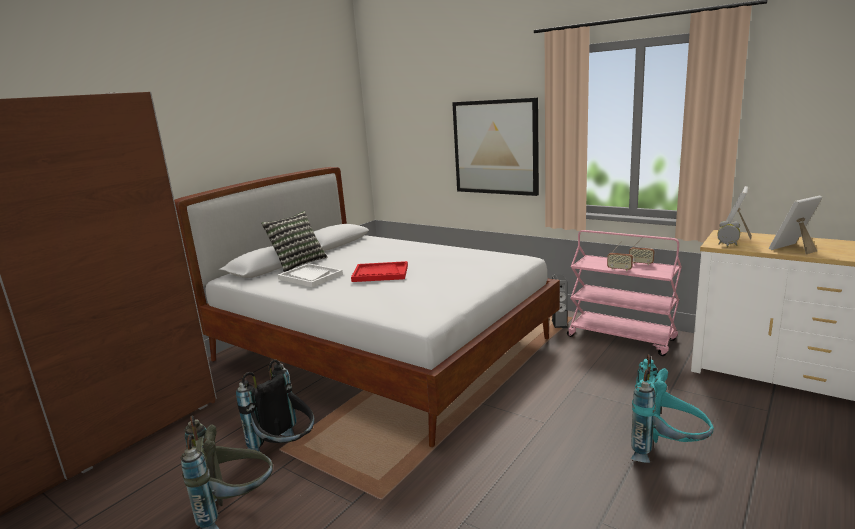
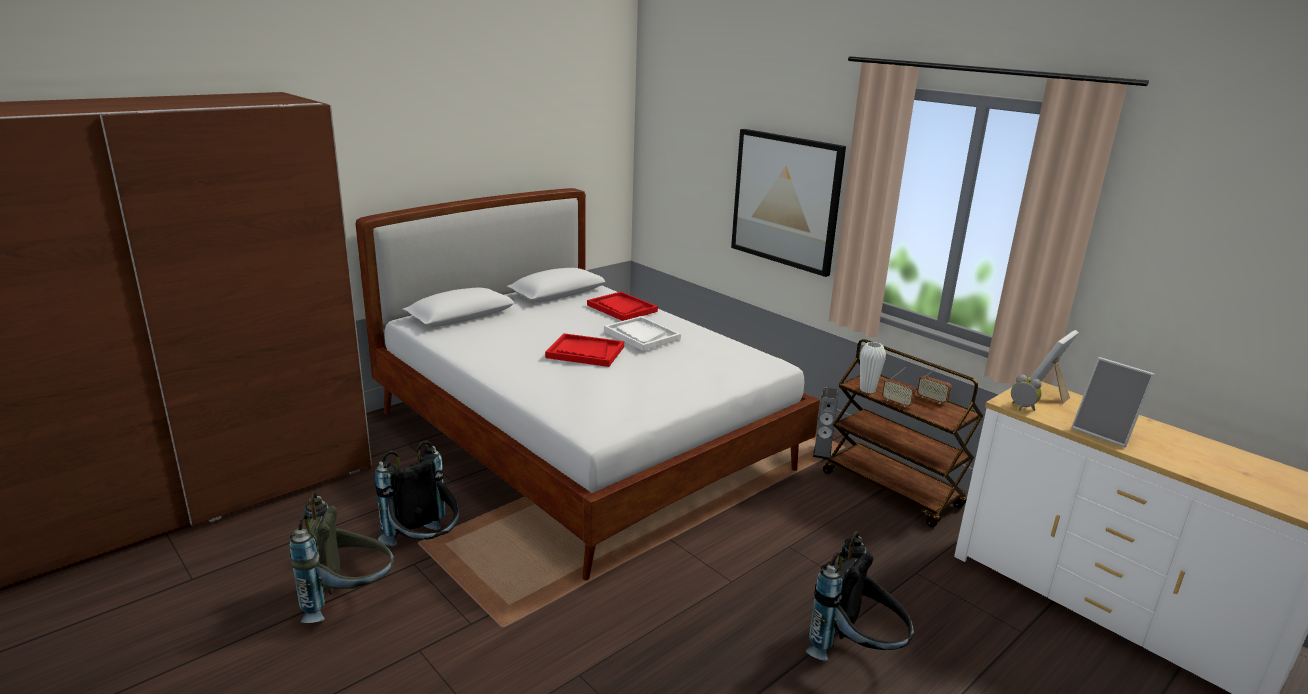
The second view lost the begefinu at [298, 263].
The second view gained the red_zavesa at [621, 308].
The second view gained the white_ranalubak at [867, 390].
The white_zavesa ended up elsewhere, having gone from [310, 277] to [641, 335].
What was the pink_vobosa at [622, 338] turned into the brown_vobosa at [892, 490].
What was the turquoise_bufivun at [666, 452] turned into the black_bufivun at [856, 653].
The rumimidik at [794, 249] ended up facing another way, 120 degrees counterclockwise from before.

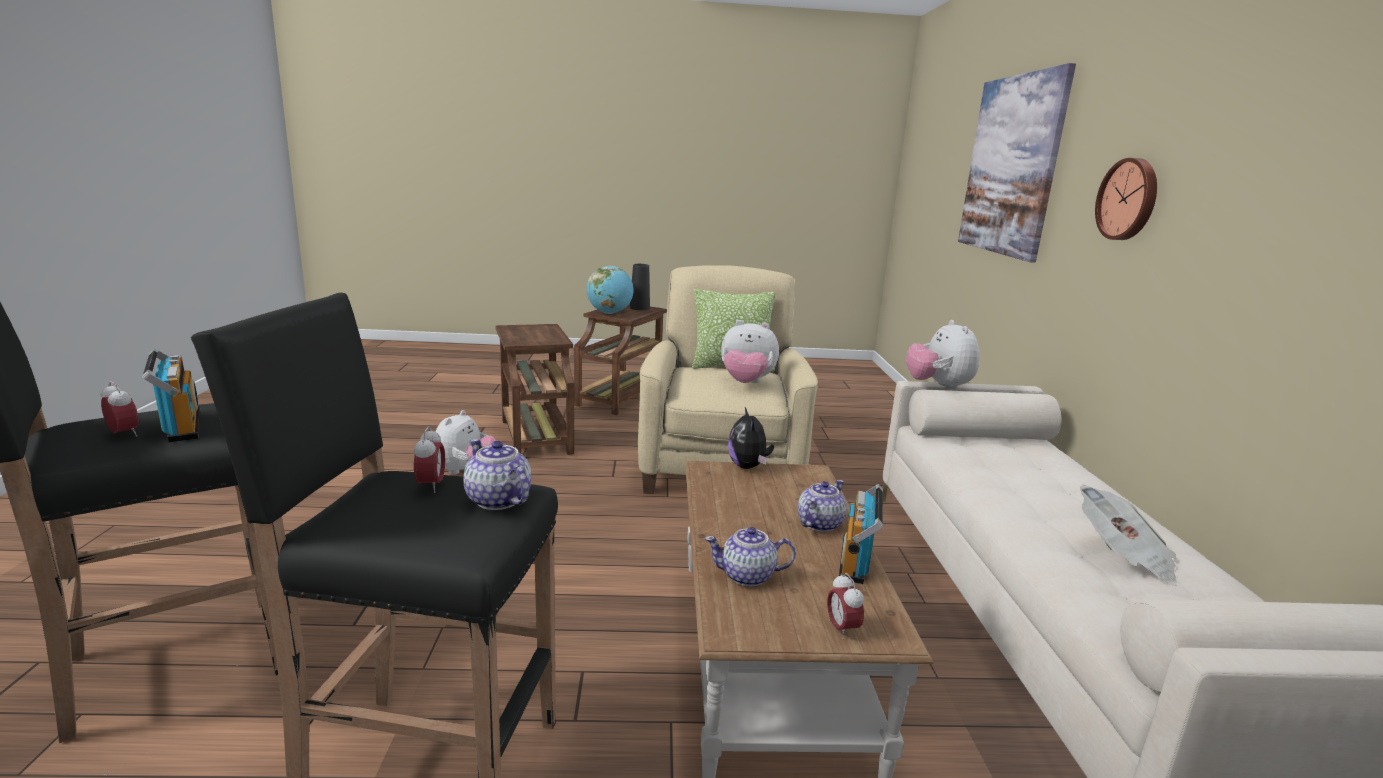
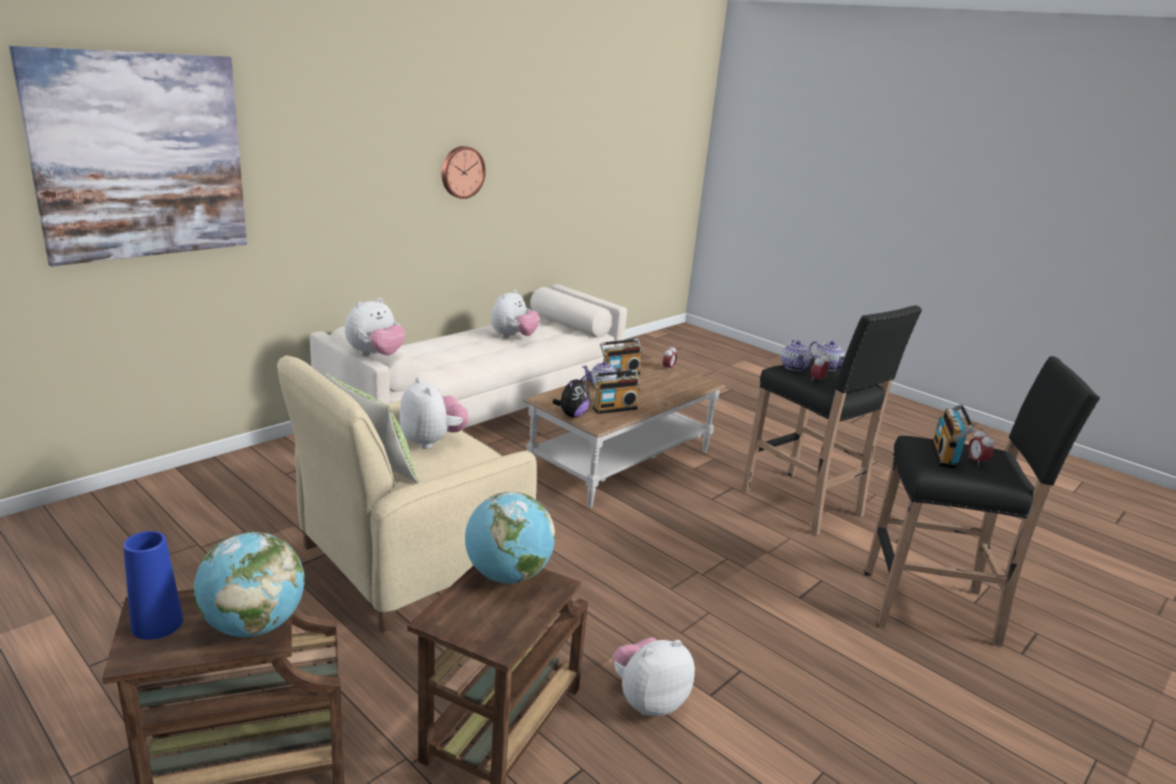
The second view gained the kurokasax at [507, 575].
The second view gained the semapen at [614, 408].
The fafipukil ended up elsewhere, having gone from [748, 576] to [827, 367].
The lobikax ended up elsewhere, having gone from [1129, 199] to [461, 172].
Where the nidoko stood at [1123, 558], the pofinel came to stand at [513, 337].
What was the black_ranalubak at [639, 308] turned into the blue_ranalubak at [157, 624].

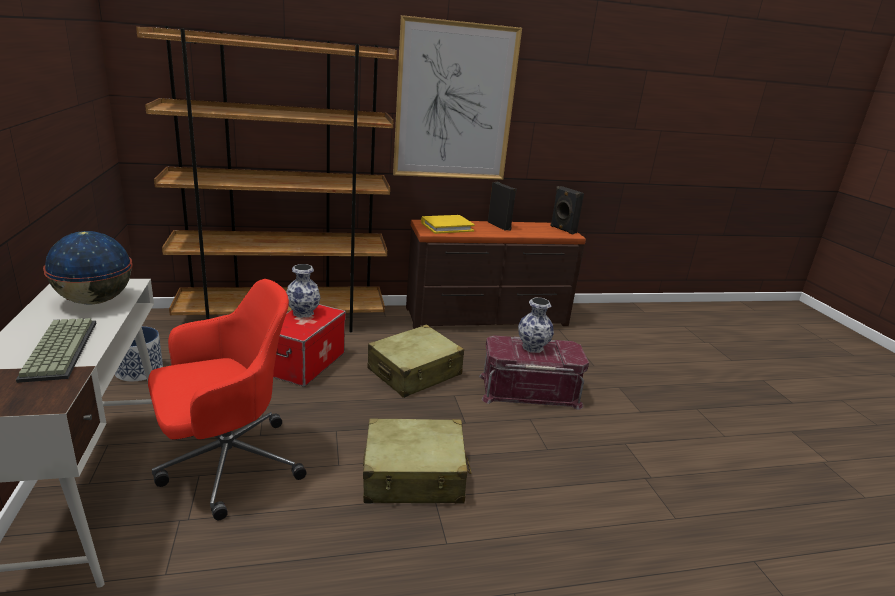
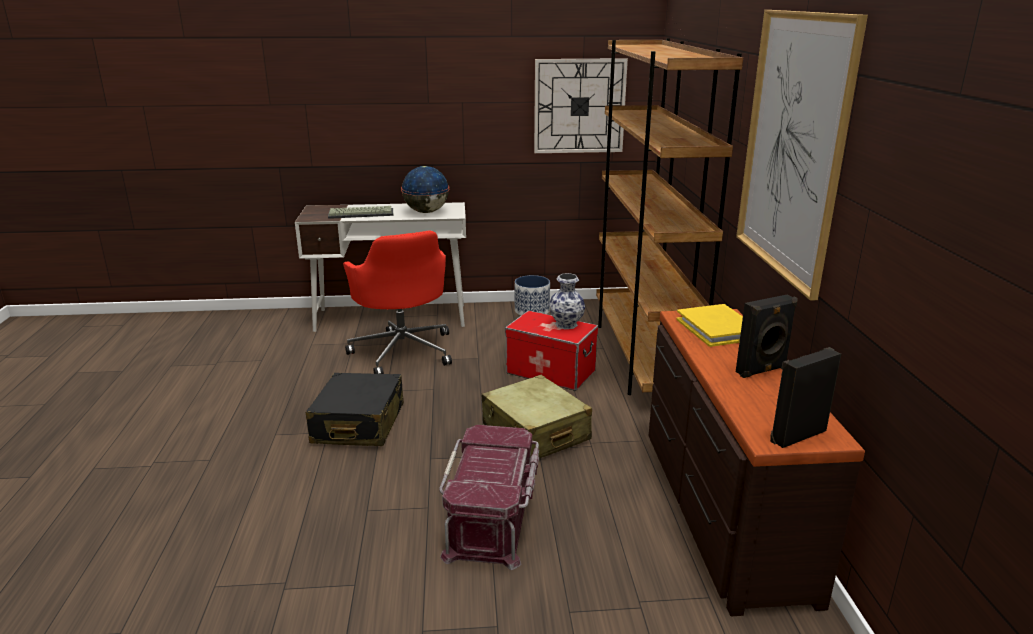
The second view lost the ranalubak at [533, 347].
The second view gained the lobikax at [579, 106].
What was the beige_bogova at [414, 476] turned into the black_bogova at [358, 424].

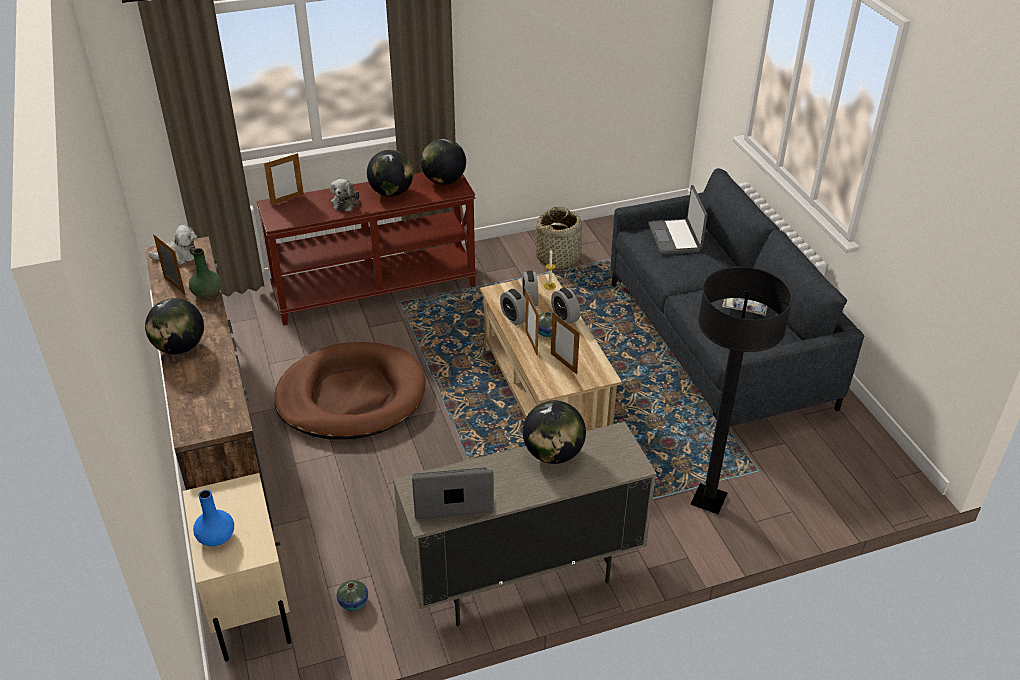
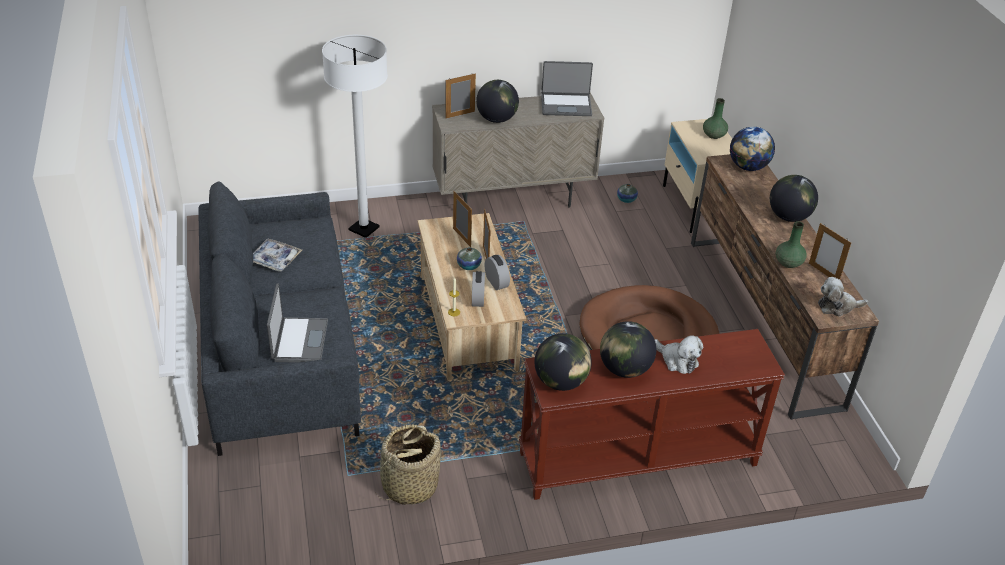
The second view lost the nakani at [565, 317].
The second view gained the kurokasax at [748, 167].
The rumimidik ended up elsewhere, having gone from [287, 200] to [460, 115].
What was the blue_ranalubak at [216, 537] turned into the green_ranalubak at [713, 135].
What was the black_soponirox at [708, 500] turned into the white_soponirox at [364, 229].
The pofinel at [346, 202] ended up facing another way, 120 degrees clockwise from before.

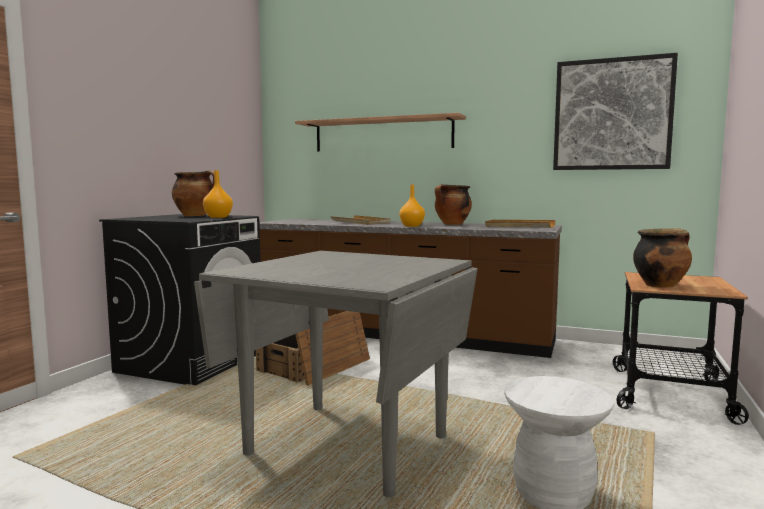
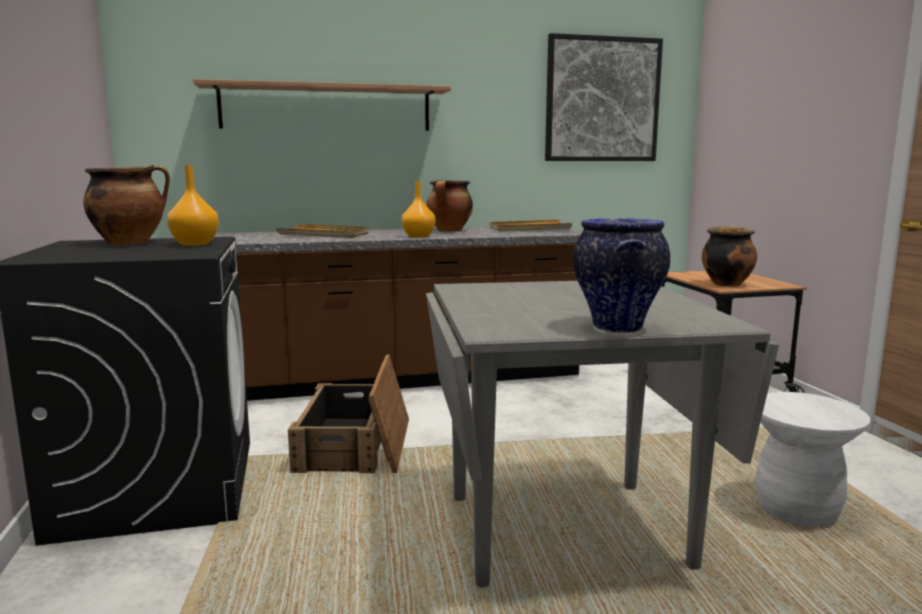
The second view gained the ranalubak at [616, 327].

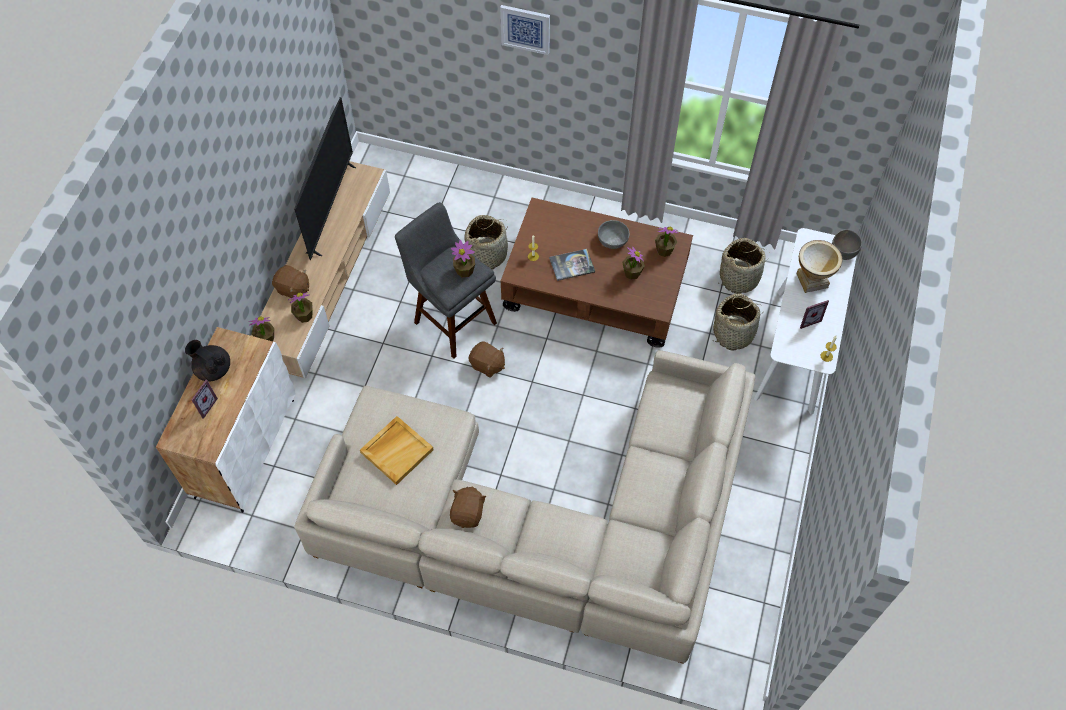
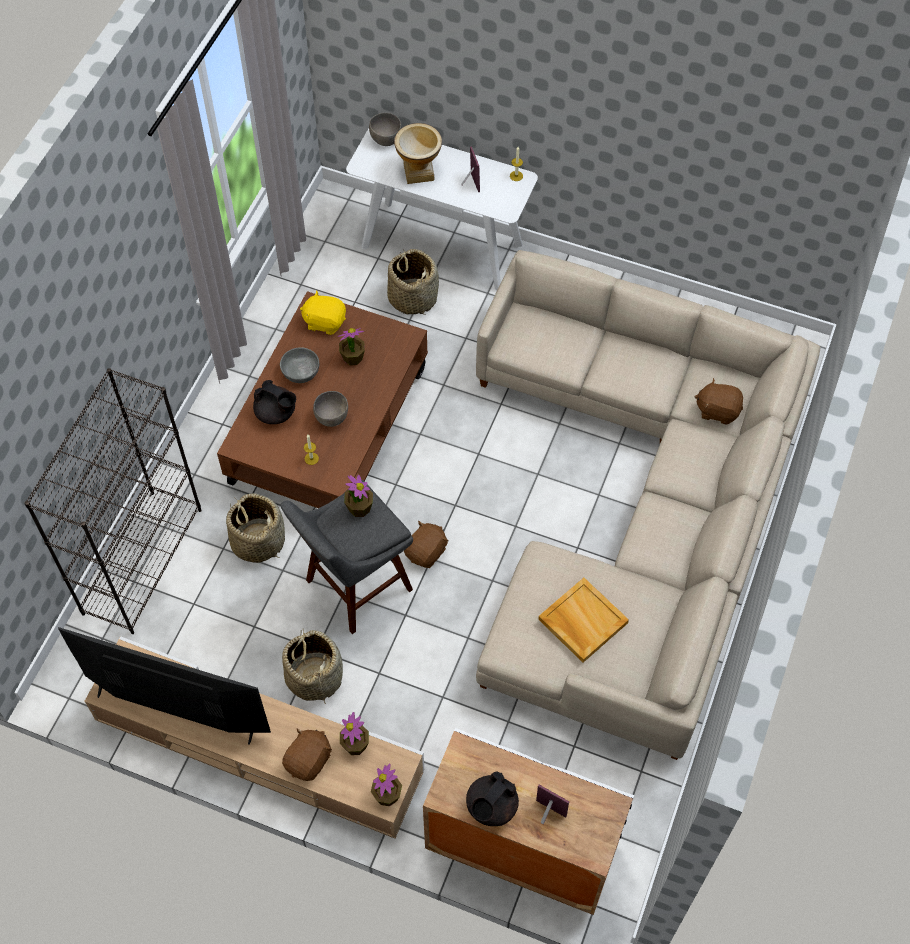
The second view lost the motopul at [525, 29].
The second view gained the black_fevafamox at [142, 560].
The second view gained the black_fafipukil at [276, 413].
The brown_pofinel ended up elsewhere, having gone from [468, 513] to [717, 410].
The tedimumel ended up elsewhere, having gone from [739, 278] to [314, 676].
Where the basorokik stood at [572, 265], the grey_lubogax came to stand at [331, 418].
Where the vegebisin stood at [664, 250], the yellow_pofinel came to stand at [325, 322].

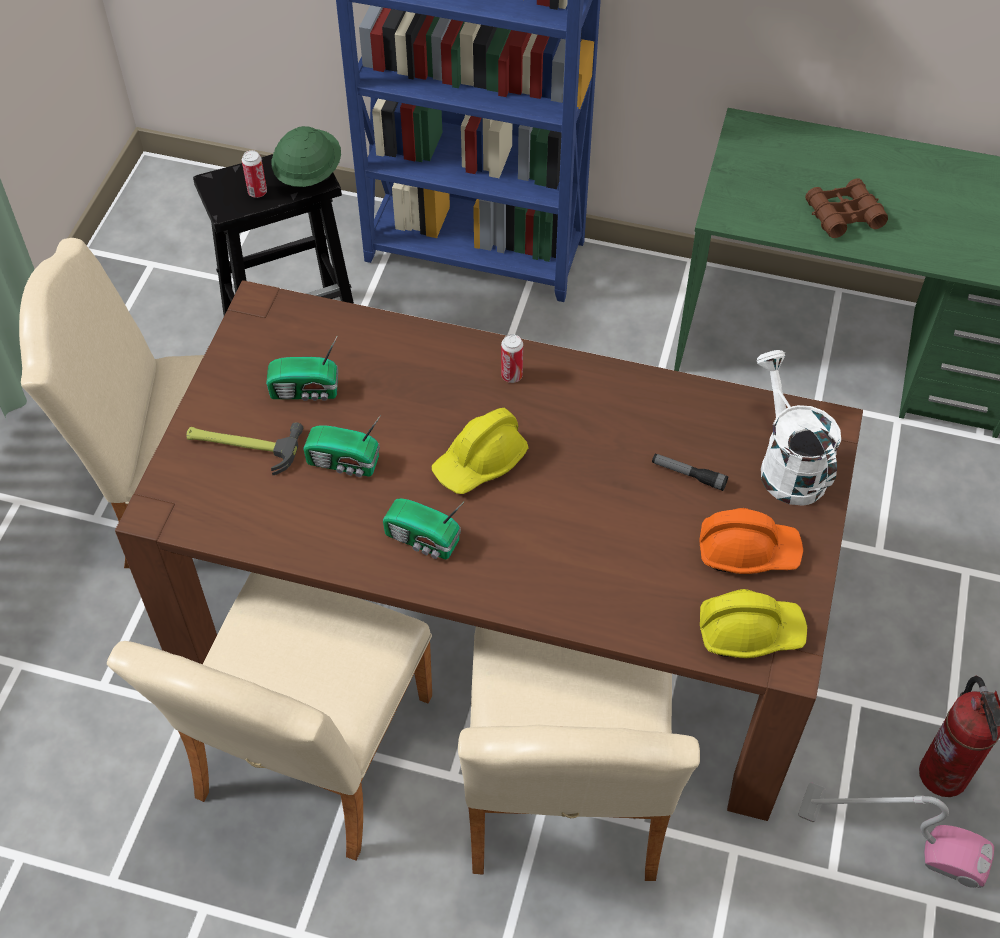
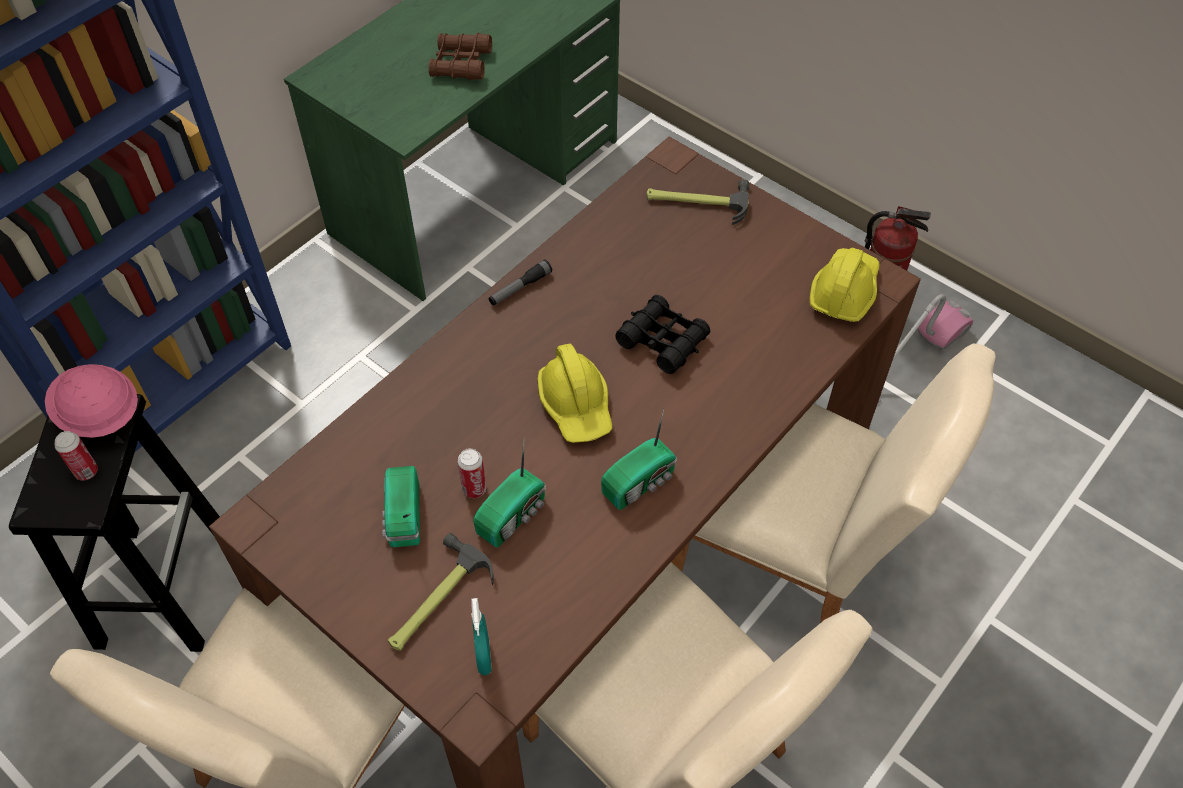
The second view lost the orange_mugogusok at [747, 550].
The second view gained the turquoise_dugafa at [484, 657].
The second view gained the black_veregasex at [662, 340].
The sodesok ended up elsewhere, having gone from [511, 376] to [474, 489].
The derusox ended up elsewhere, having gone from [688, 475] to [520, 288].
Where the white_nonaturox stood at [787, 464], the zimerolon came to stand at [696, 202].
What was the green_mugogusok at [308, 174] turned into the pink_mugogusok at [99, 415].
The semapen at [306, 391] ended up facing another way, 150 degrees clockwise from before.

